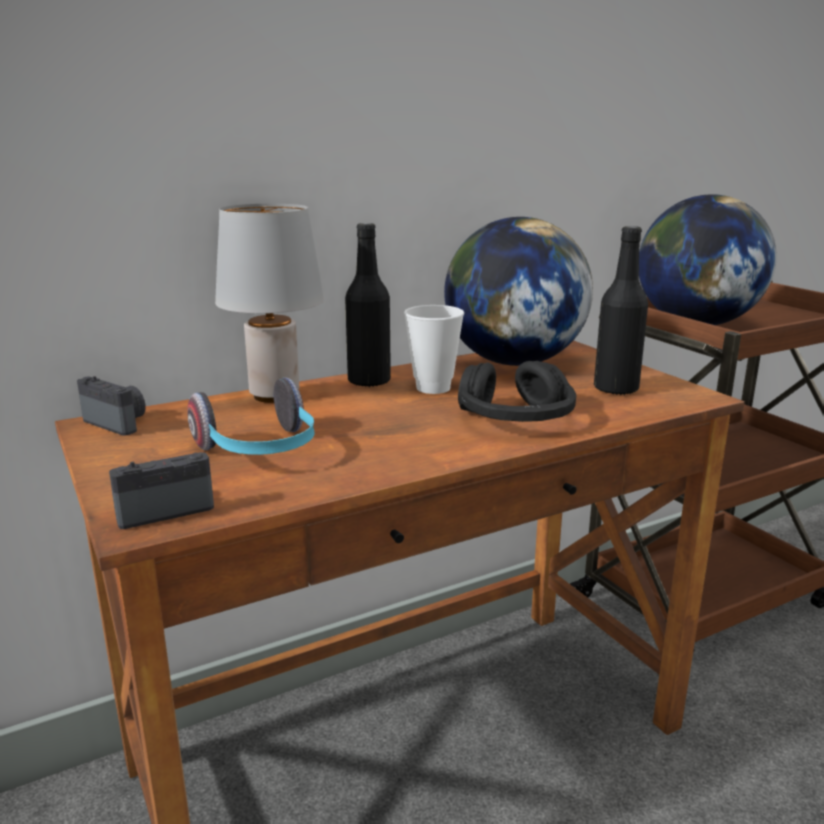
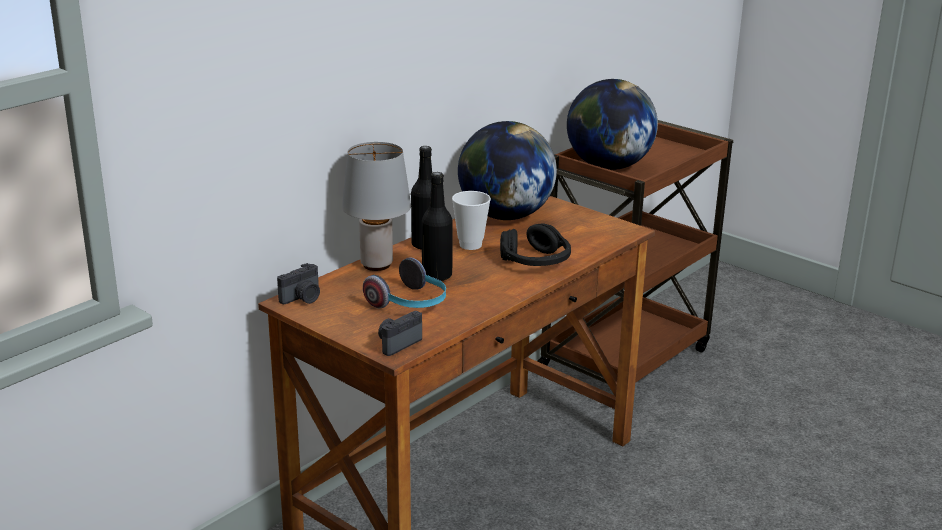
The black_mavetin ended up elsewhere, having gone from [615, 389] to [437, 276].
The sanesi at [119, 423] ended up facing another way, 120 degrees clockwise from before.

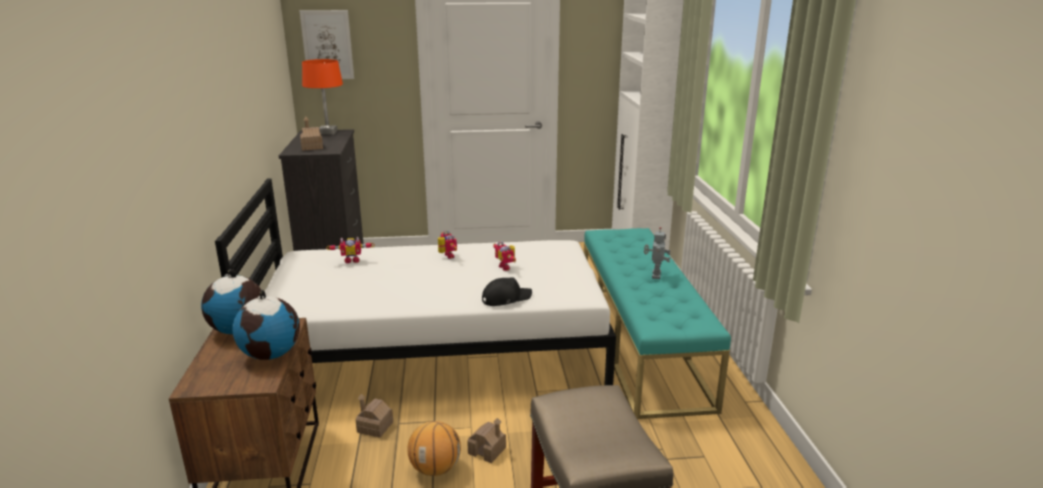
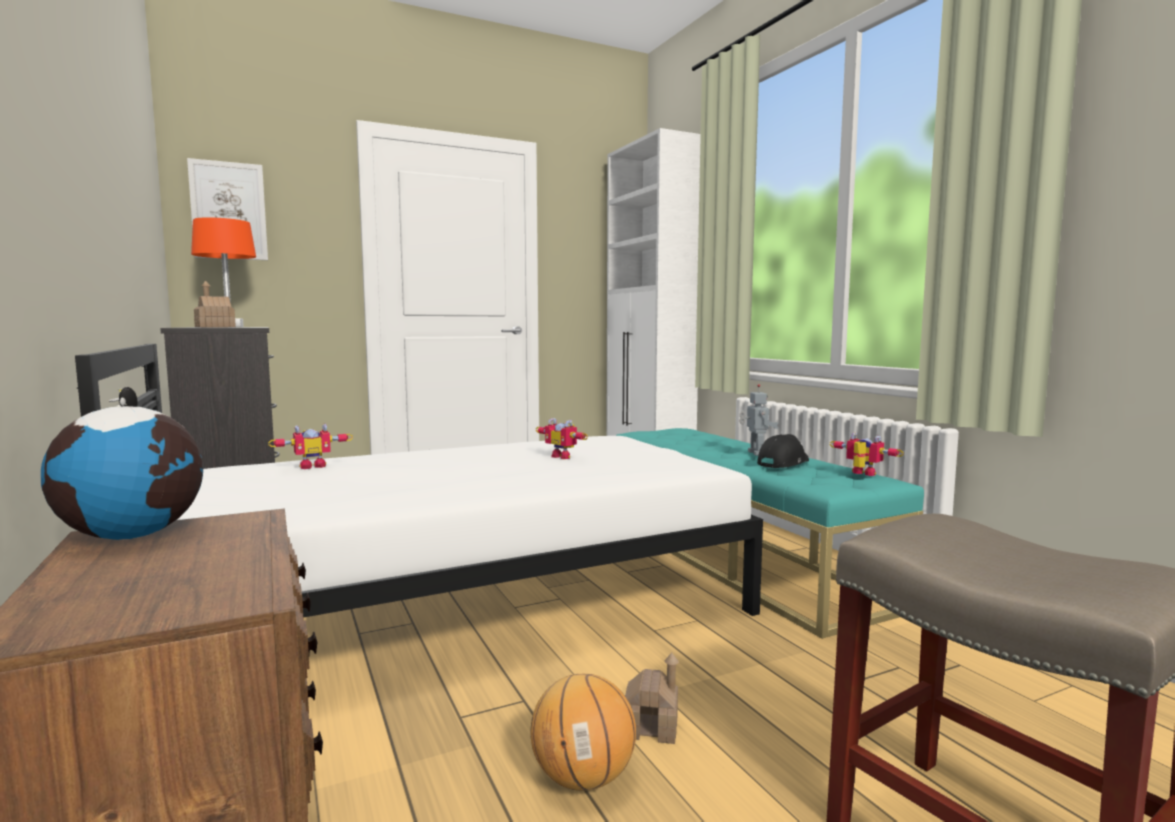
The second view lost the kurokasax at [271, 354].
The second view lost the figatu at [375, 427].
The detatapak ended up elsewhere, having gone from [446, 256] to [861, 474].
The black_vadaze ended up elsewhere, having gone from [505, 298] to [783, 463].

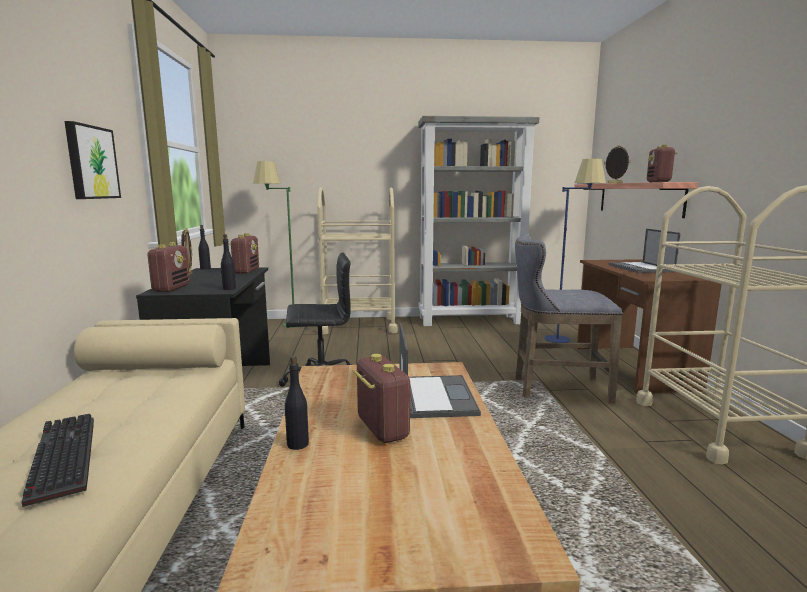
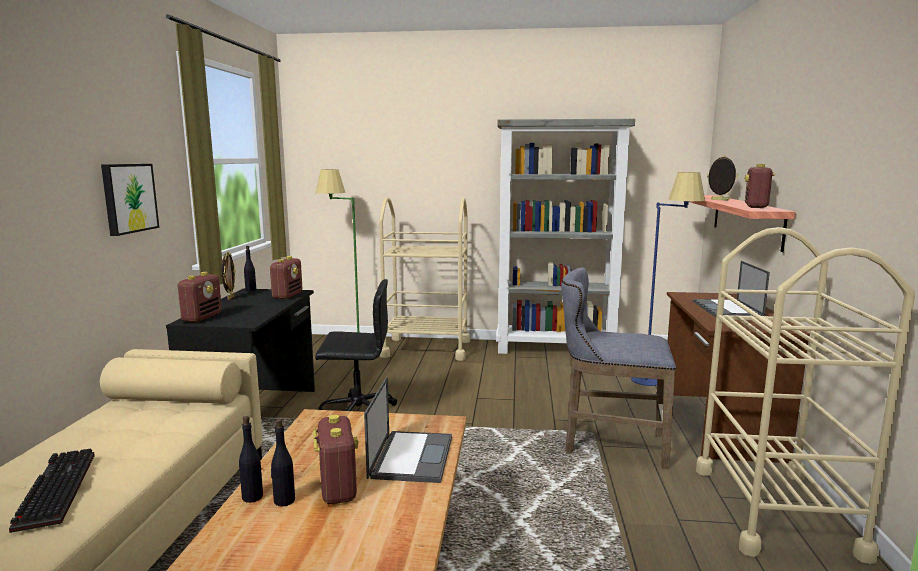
The black_mavetin ended up elsewhere, having gone from [229, 288] to [284, 501].

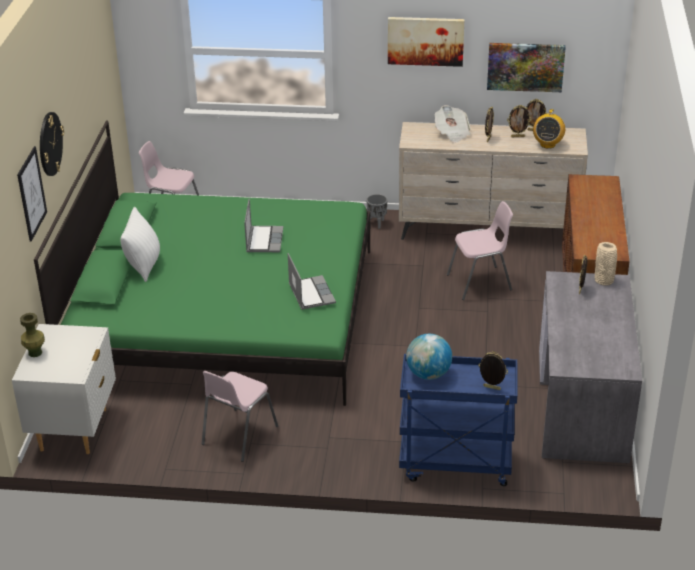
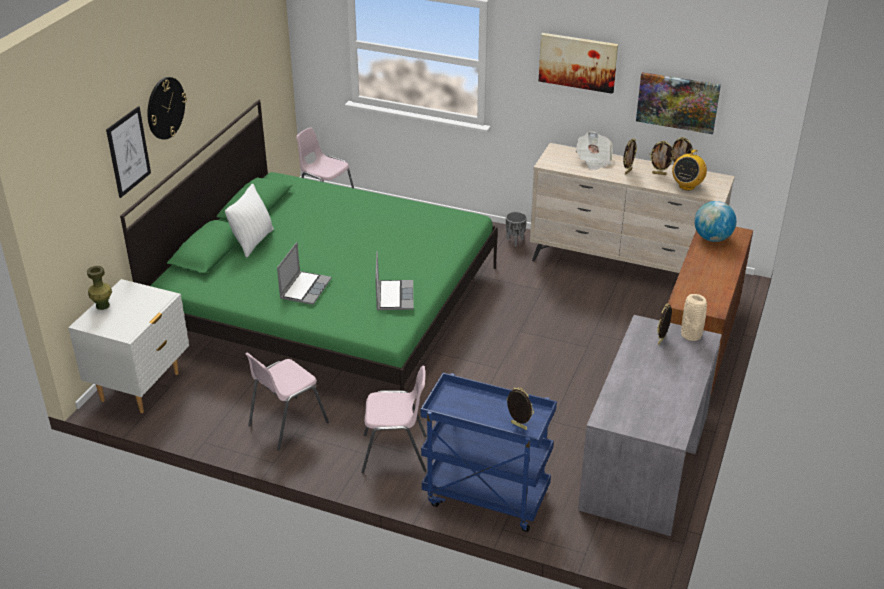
The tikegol ended up elsewhere, having gone from [264, 240] to [305, 288].
The kurokasax ended up elsewhere, having gone from [428, 374] to [712, 238].
The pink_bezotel ended up elsewhere, having gone from [480, 283] to [395, 454].

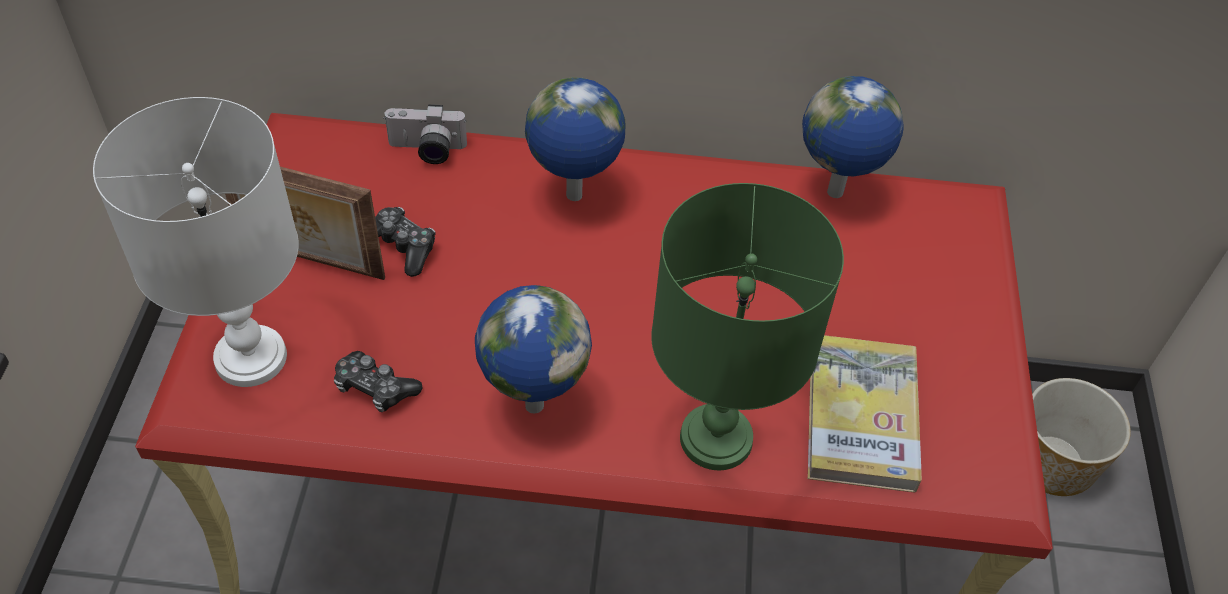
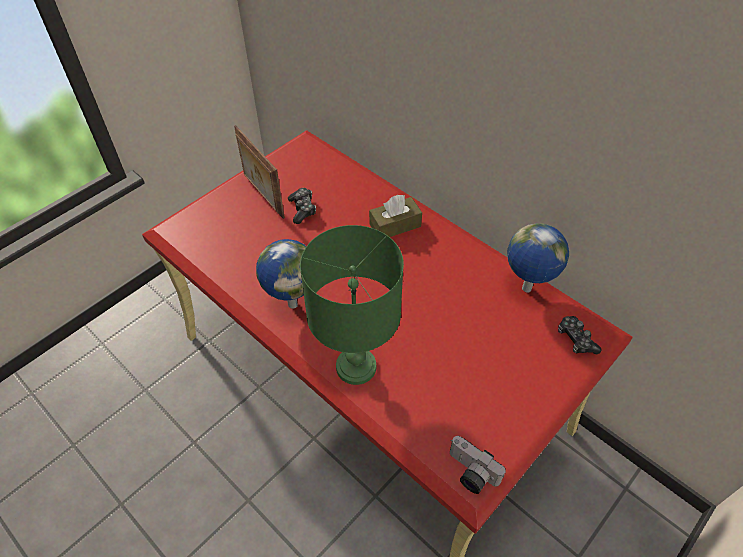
The second view lost the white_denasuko at [250, 356].
The second view lost the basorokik at [861, 416].
The second view lost the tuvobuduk at [1051, 461].
The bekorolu ended up elsewhere, having gone from [375, 388] to [575, 339].
The sanesi ended up elsewhere, having gone from [426, 151] to [470, 473].
Where the kurokasax stood at [574, 197], the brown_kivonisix came to stand at [395, 225].

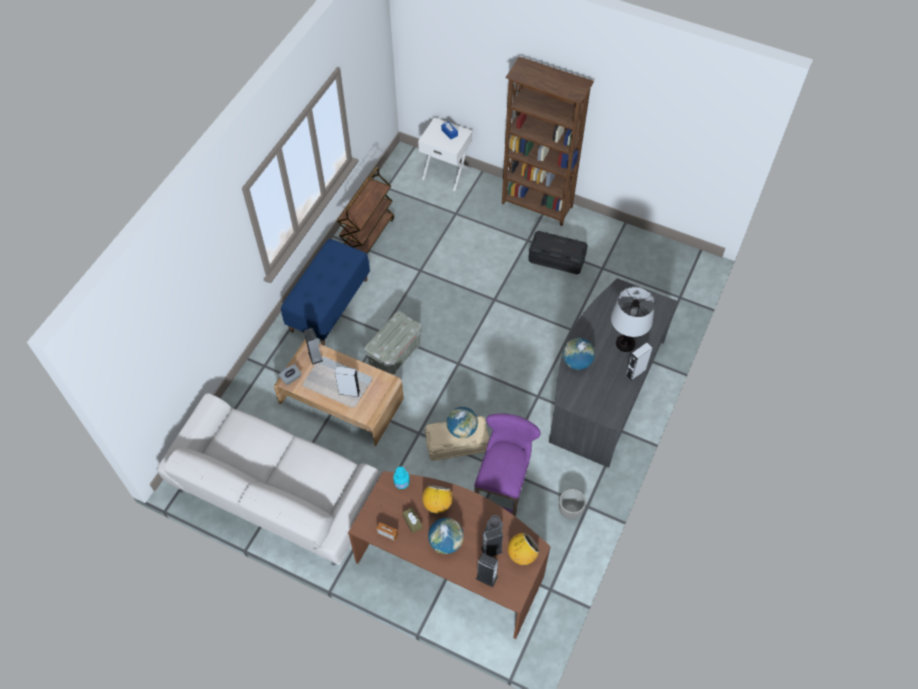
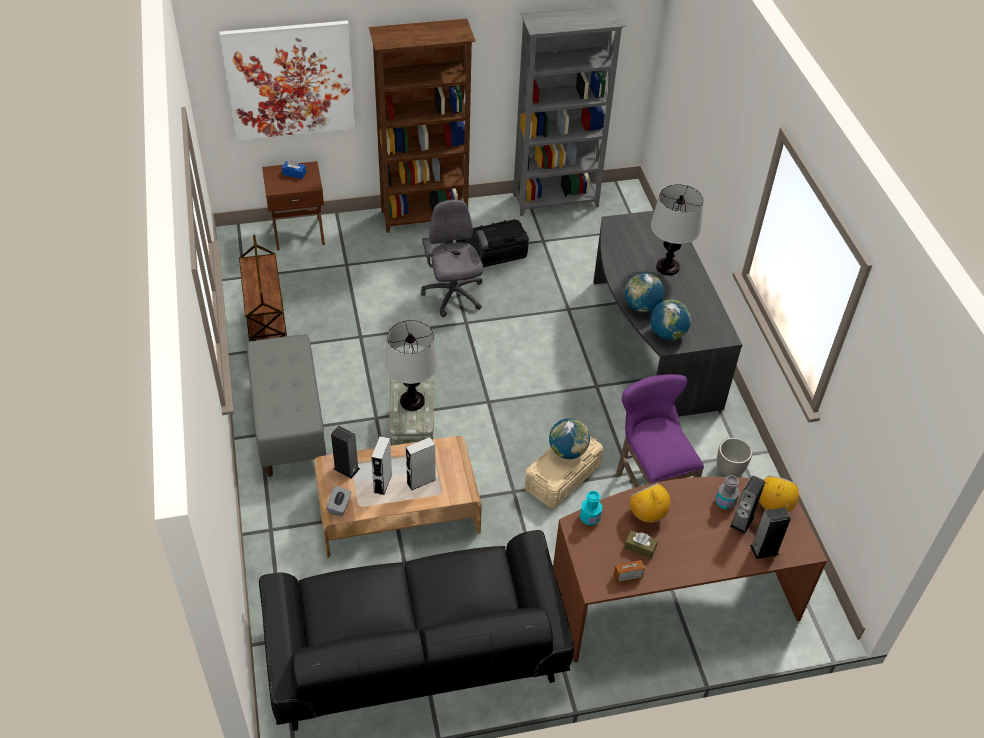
The second view gained the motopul at [290, 80].
The second view gained the denasuko at [411, 401].
The second view gained the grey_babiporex at [453, 296].
The second view gained the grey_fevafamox at [556, 201].
The kurokasax ended up elsewhere, having gone from [446, 542] to [667, 334].
The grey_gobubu ended up elsewhere, having gone from [635, 372] to [383, 483].
What was the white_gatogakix at [276, 492] turned into the black_gatogakix at [414, 652].
What was the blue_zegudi at [329, 304] turned into the grey_zegudi at [288, 424].
What was the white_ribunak at [446, 173] turned into the brown_ribunak at [298, 232].

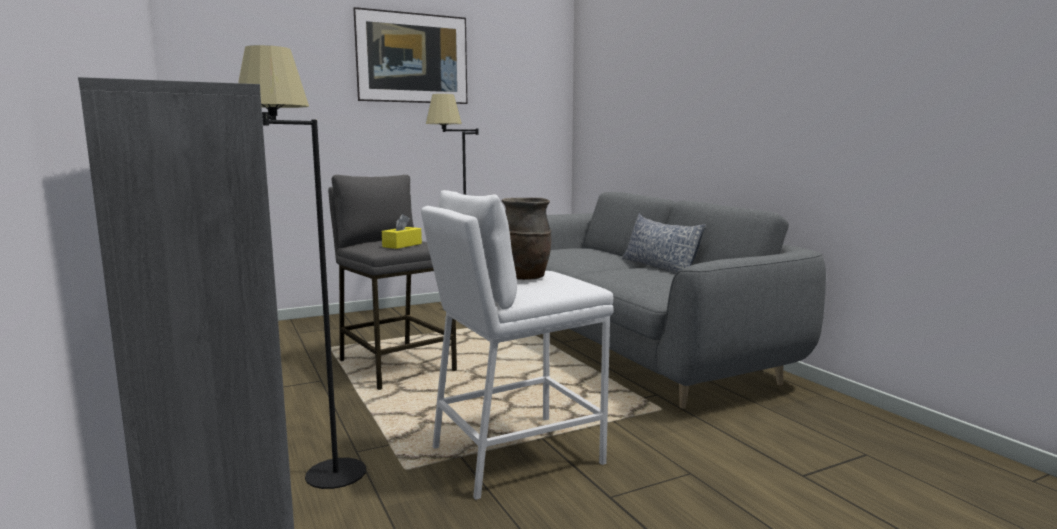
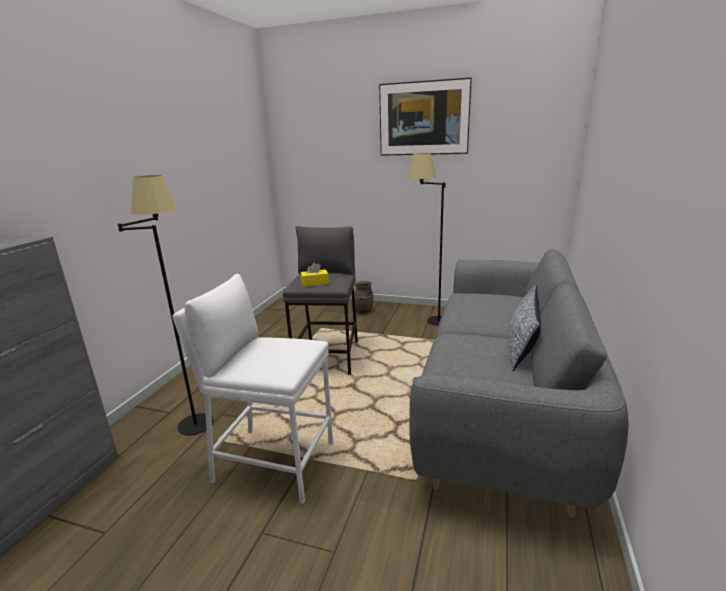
The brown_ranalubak ended up elsewhere, having gone from [525, 278] to [364, 311].

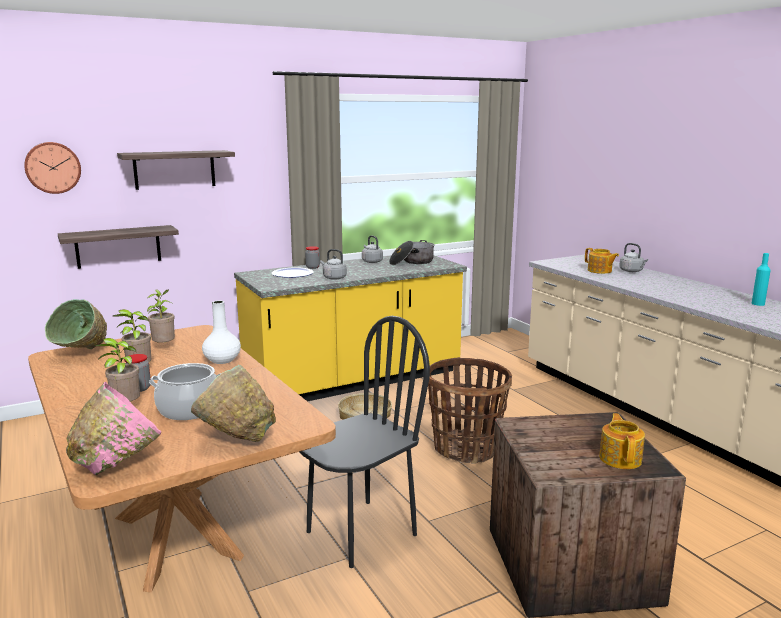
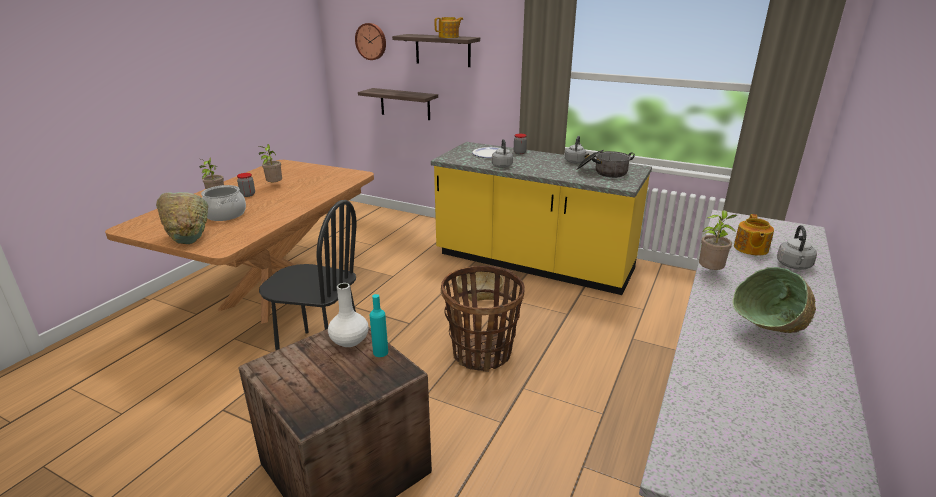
The second view lost the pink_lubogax at [119, 464].
The green_lubogax ended up elsewhere, having gone from [83, 355] to [769, 336].
The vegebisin ended up elsewhere, having gone from [164, 347] to [710, 272].
The white_ranalubak ended up elsewhere, having gone from [222, 360] to [349, 341].
The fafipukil ended up elsewhere, having gone from [620, 458] to [449, 37].
The turquoise_mavetin ended up elsewhere, having gone from [758, 304] to [380, 352].

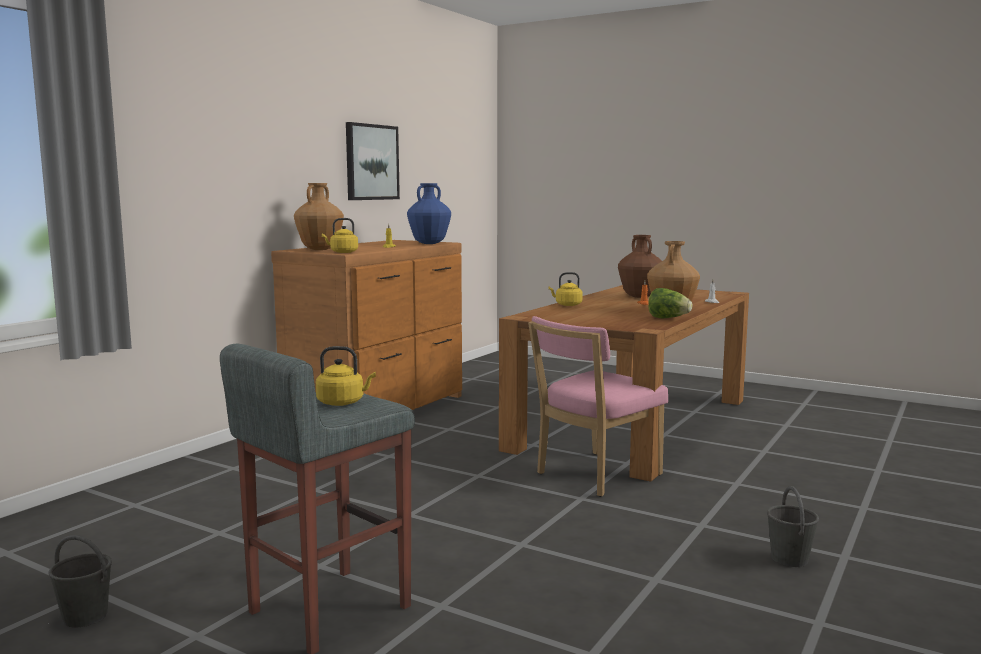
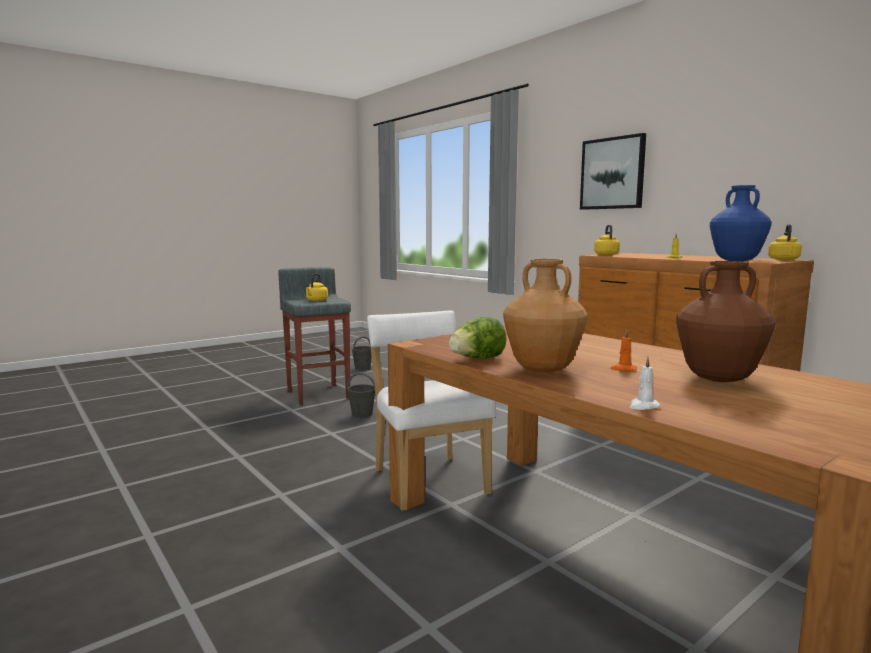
The second view lost the brown_ranalubak at [320, 249].
The motopul ended up elsewhere, having gone from [371, 162] to [612, 173].
The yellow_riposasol ended up elsewhere, having gone from [567, 305] to [783, 259].
The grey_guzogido ended up elsewhere, having gone from [789, 559] to [361, 414].
What was the pink_bezotel at [594, 475] turned into the white_bezotel at [428, 479].

